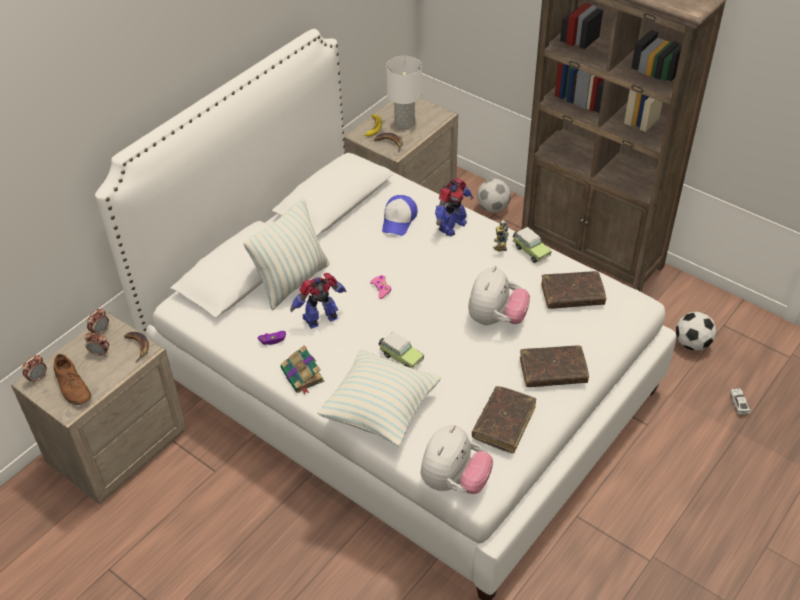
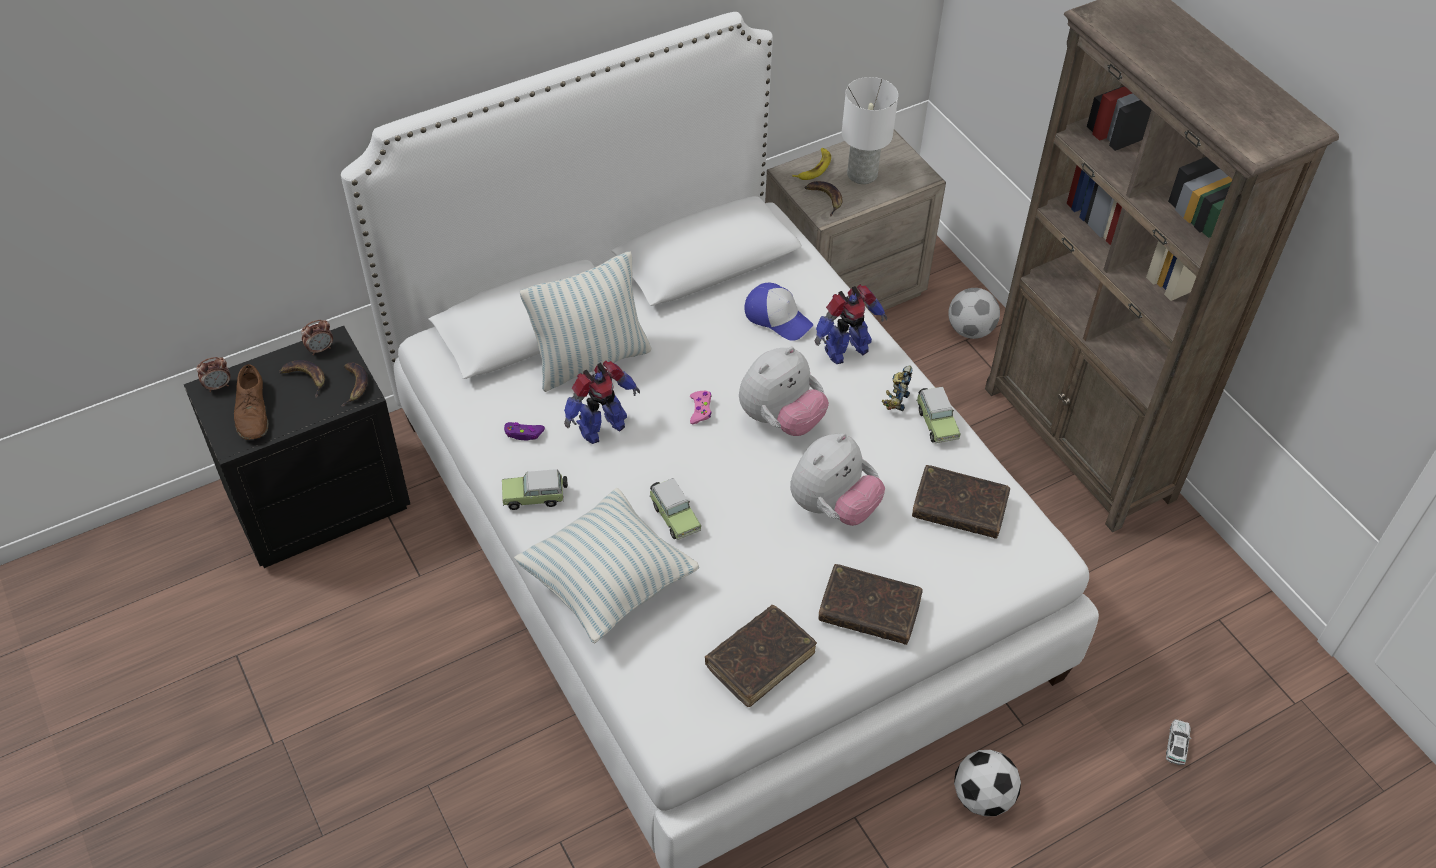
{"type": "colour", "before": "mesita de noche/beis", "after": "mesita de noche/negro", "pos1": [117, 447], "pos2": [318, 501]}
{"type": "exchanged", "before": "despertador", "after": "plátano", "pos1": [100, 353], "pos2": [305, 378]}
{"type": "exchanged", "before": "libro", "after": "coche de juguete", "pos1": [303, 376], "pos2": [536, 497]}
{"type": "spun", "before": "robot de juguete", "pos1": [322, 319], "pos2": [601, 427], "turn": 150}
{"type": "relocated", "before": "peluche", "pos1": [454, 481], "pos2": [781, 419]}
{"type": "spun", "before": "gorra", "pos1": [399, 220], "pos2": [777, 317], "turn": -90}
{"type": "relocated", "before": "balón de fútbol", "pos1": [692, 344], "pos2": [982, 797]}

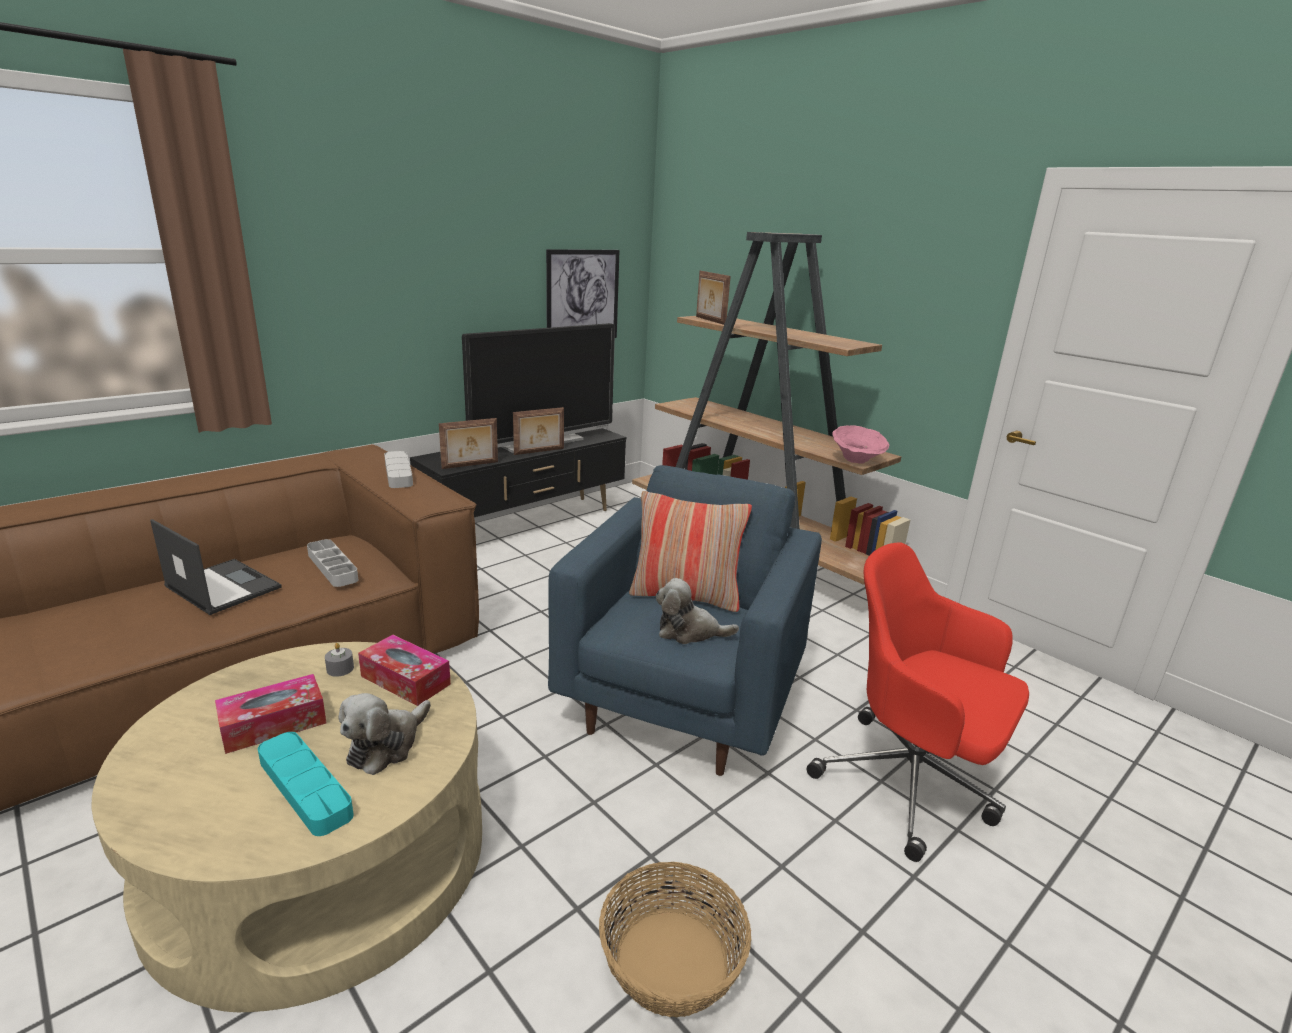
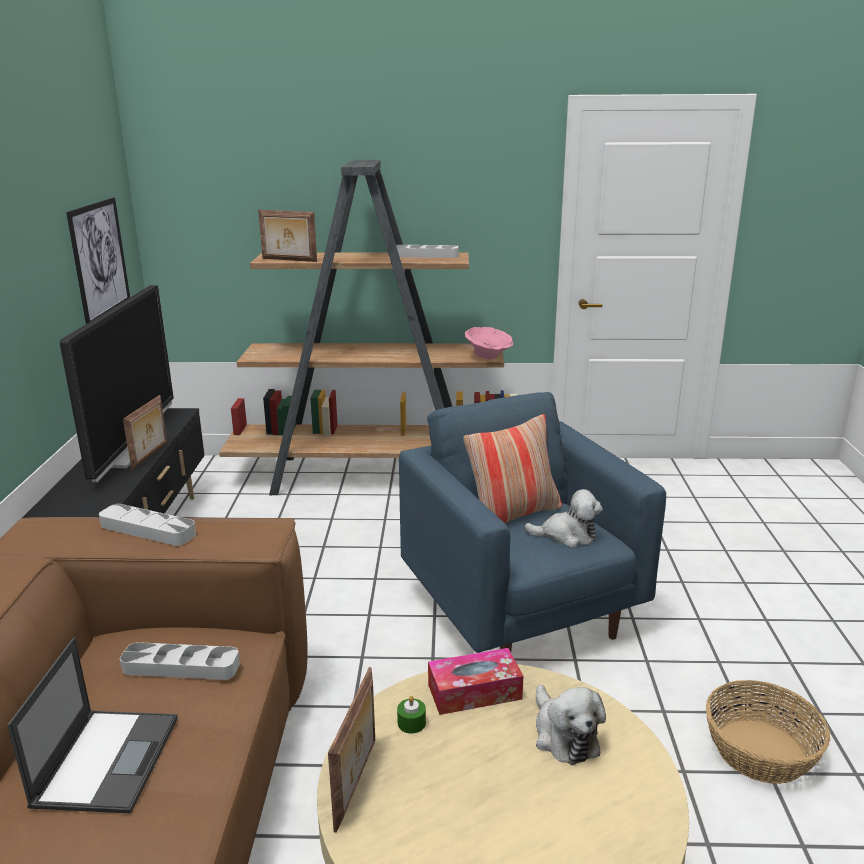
{"type": "spun", "before": "portátil", "pos1": [222, 586], "pos2": [107, 759], "turn": 105}
{"type": "relocated", "before": "portarretratos", "pos1": [470, 465], "pos2": [357, 783]}
{"type": "appeared", "after": "bandeja/gris", "pos2": [424, 255]}
{"type": "colour", "before": "vela/gris", "after": "vela/verde", "pos1": [340, 669], "pos2": [411, 723]}
{"type": "spun", "before": "peluche", "pos1": [689, 631], "pos2": [567, 535], "turn": -135}
{"type": "missing", "before": "caja de pañuelos", "pos1": [273, 724]}
{"type": "missing", "before": "bandeja/turquesa", "pos1": [305, 787]}
{"type": "missing", "before": "silla de oficina/rojo", "pos1": [910, 783]}

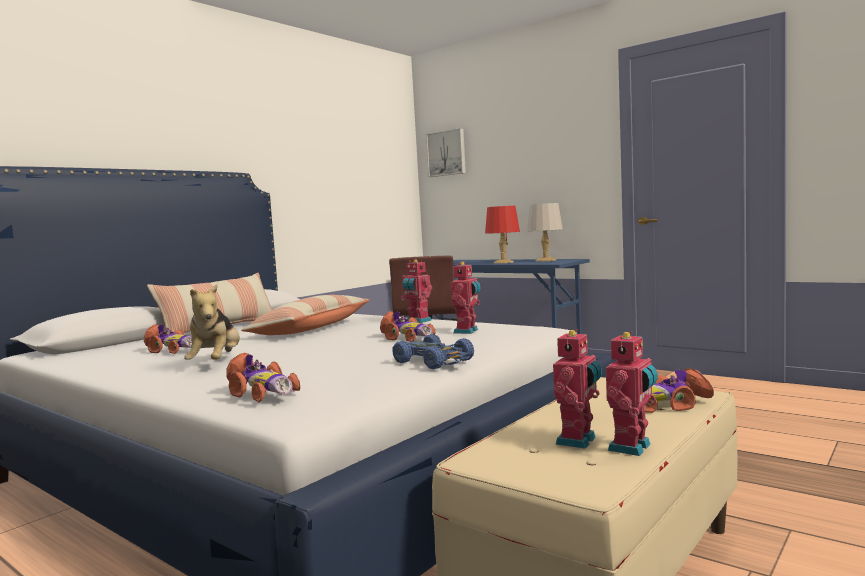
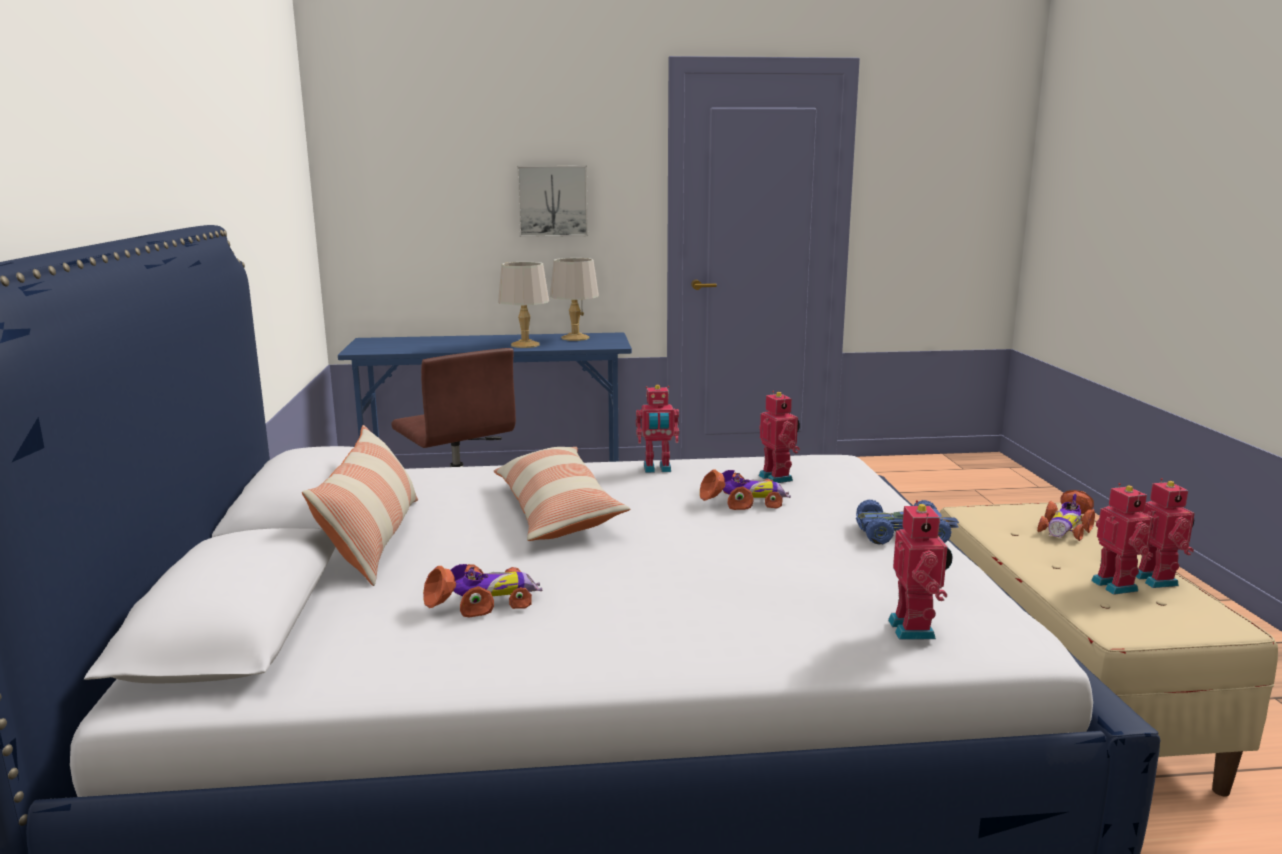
{"type": "colour", "before": "lámpara de mesa/rojo", "after": "lámpara de mesa/gris", "pos1": [503, 262], "pos2": [524, 345]}
{"type": "relocated", "before": "cuadro", "pos1": [447, 153], "pos2": [552, 201]}
{"type": "exchanged", "before": "coche de juguete", "after": "robot de juguete", "pos1": [261, 392], "pos2": [915, 629]}
{"type": "missing", "before": "peluche", "pos1": [216, 363]}

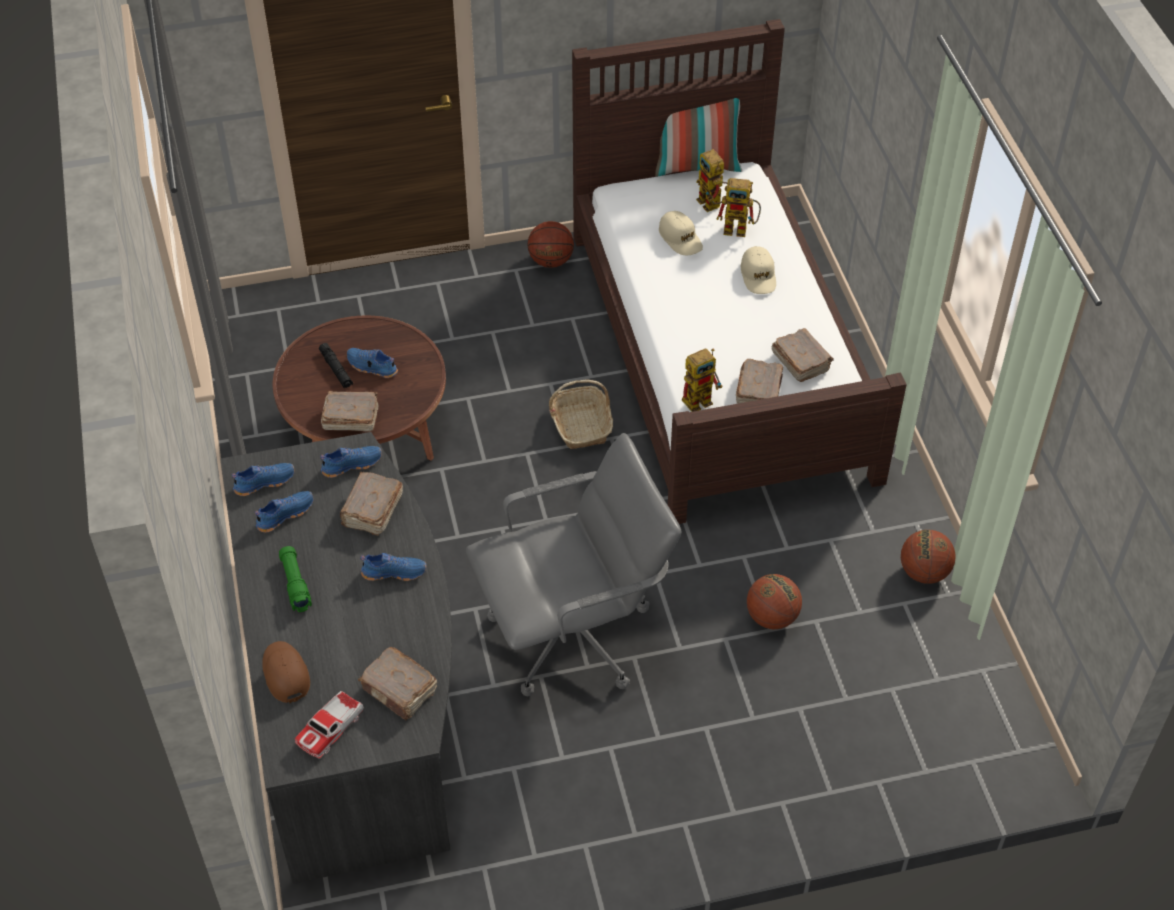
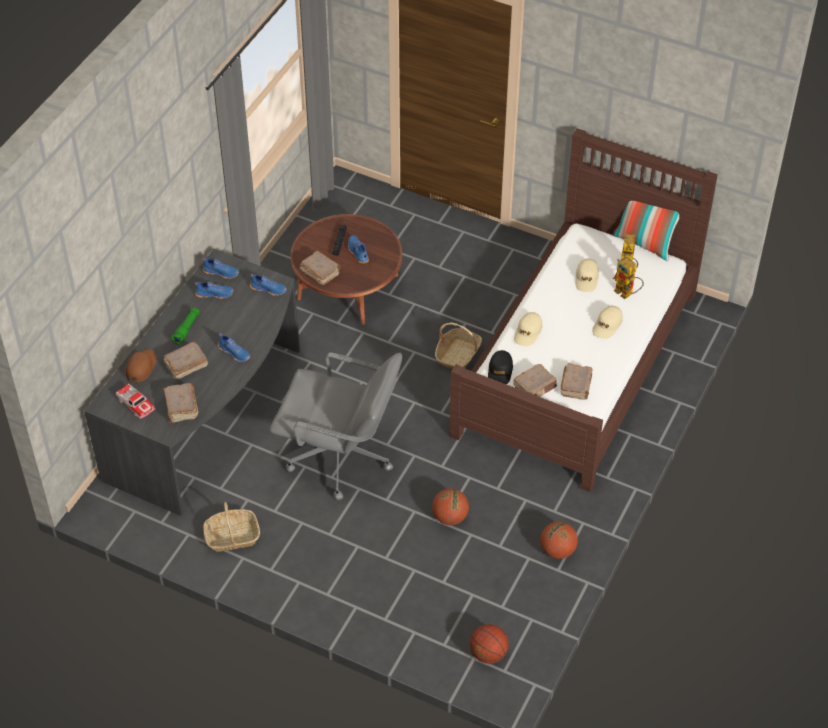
{"type": "spun", "before": "coche de juguete", "pos1": [330, 728], "pos2": [135, 404], "turn": -120}
{"type": "relocated", "before": "libro/marrón", "pos1": [372, 511], "pos2": [185, 366]}
{"type": "appeared", "after": "cesta", "pos2": [232, 537]}
{"type": "relocated", "before": "balón de baloncesto", "pos1": [550, 261], "pos2": [488, 654]}
{"type": "exchanged", "before": "robot de juguete", "after": "gorra/negro", "pos1": [701, 399], "pos2": [500, 371]}
{"type": "appeared", "after": "gorra/beis", "pos2": [528, 332]}

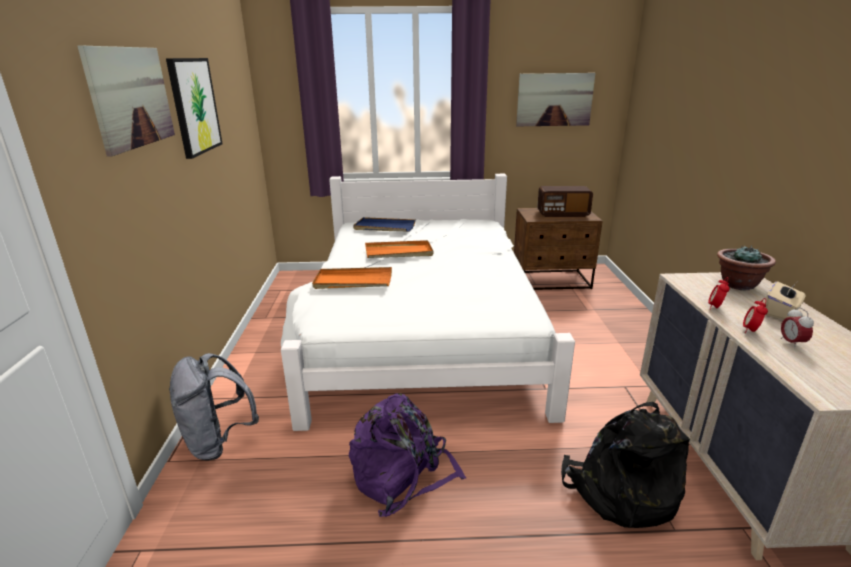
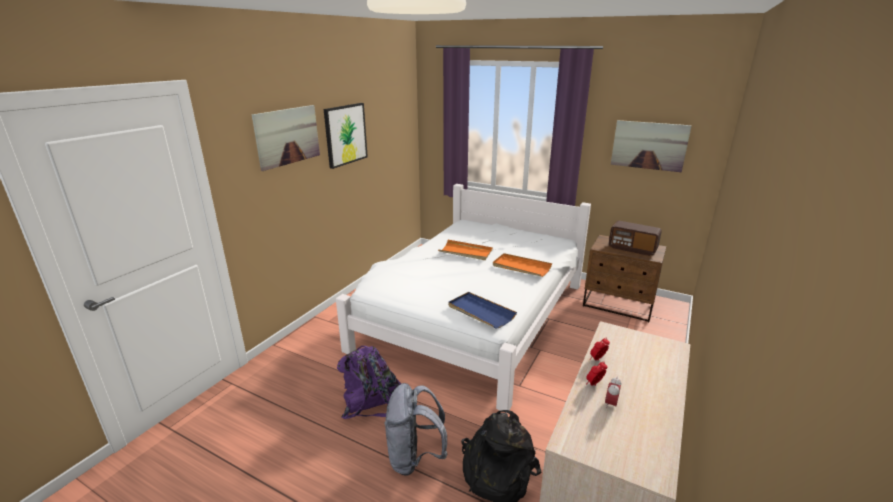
{"type": "relocated", "before": "mochila/gris", "pos1": [218, 442], "pos2": [414, 458]}
{"type": "relocated", "before": "bandeja/azul", "pos1": [384, 227], "pos2": [480, 312]}
{"type": "relocated", "before": "bandeja/naranja", "pos1": [353, 281], "pos2": [521, 267]}
{"type": "missing", "before": "planta en maceta", "pos1": [738, 285]}
{"type": "missing", "before": "caja de pañuelos/beis", "pos1": [781, 312]}

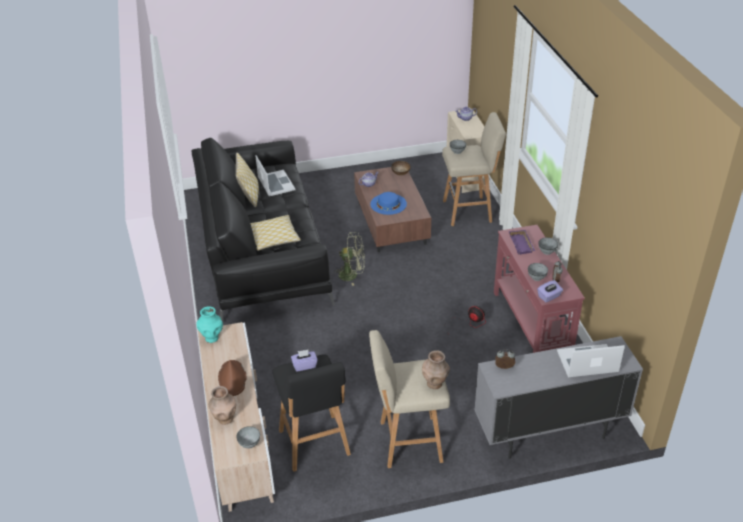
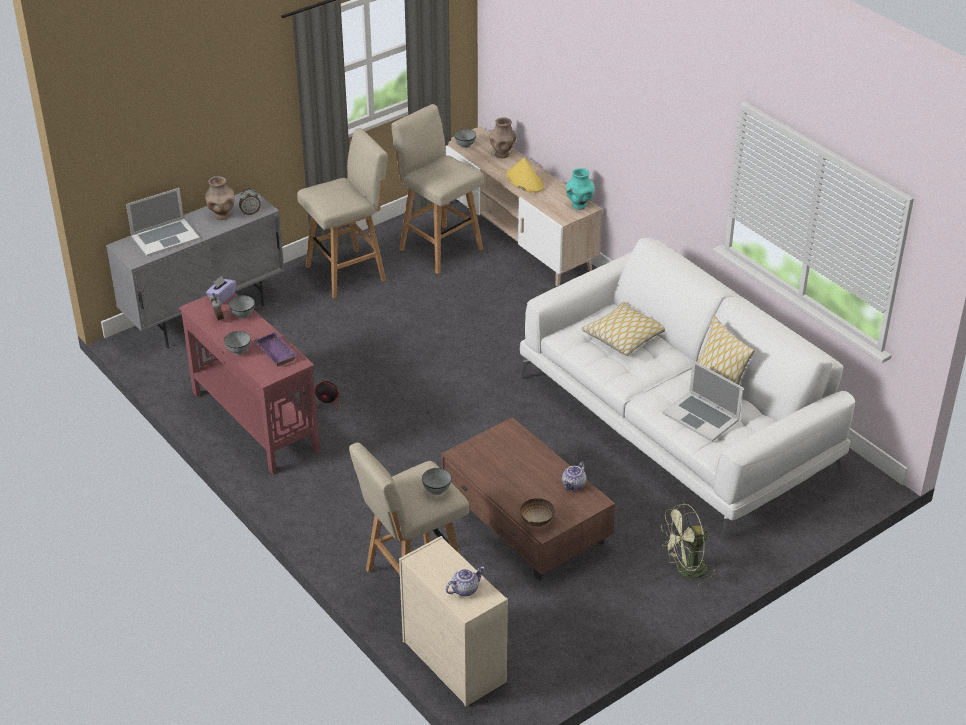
{"type": "relocated", "before": "florero/marrón", "pos1": [435, 384], "pos2": [222, 215]}
{"type": "colour", "before": "taburete/negro", "after": "taburete/beis", "pos1": [315, 444], "pos2": [439, 248]}
{"type": "colour", "before": "sombrero/marrón", "after": "sombrero/amarillo", "pos1": [232, 378], "pos2": [524, 181]}
{"type": "colour", "before": "sofá/negro", "after": "sofá/blanco", "pos1": [262, 249], "pos2": [677, 423]}
{"type": "relocated", "before": "ventilador/verde", "pos1": [352, 275], "pos2": [685, 571]}
{"type": "missing", "before": "caja de pañuelos/morado", "pos1": [304, 365]}
{"type": "missing", "before": "sombrero/azul", "pos1": [388, 204]}

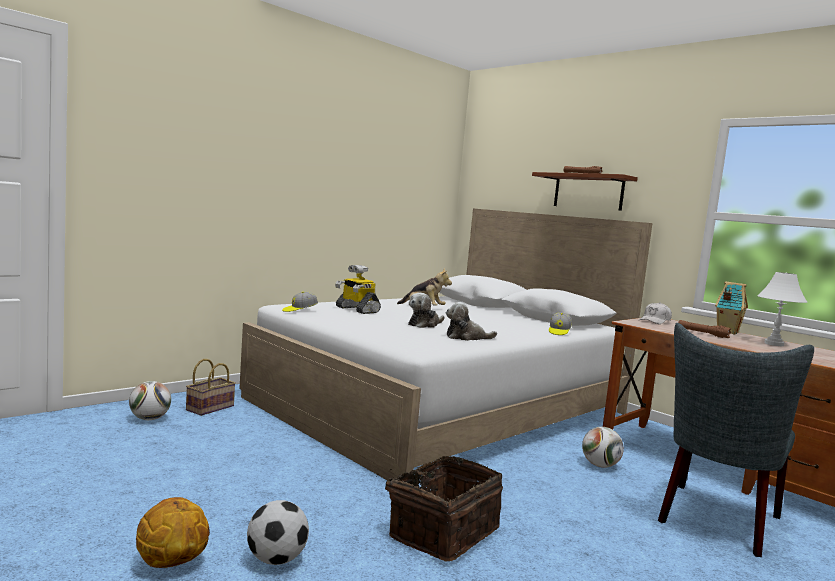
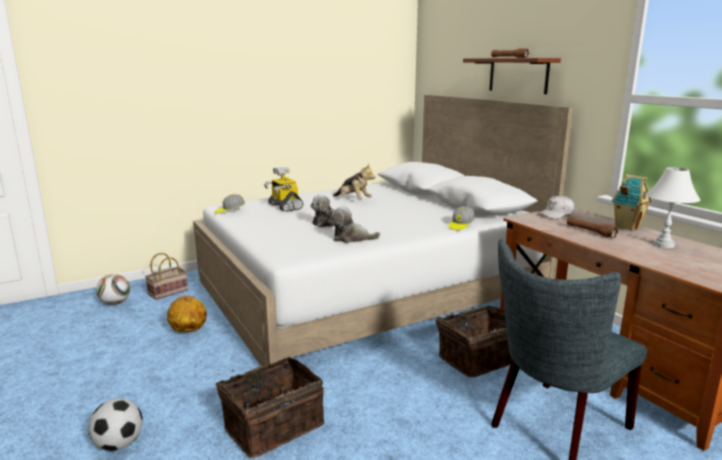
{"type": "relocated", "before": "balón de baloncesto", "pos1": [171, 563], "pos2": [188, 330]}
{"type": "exchanged", "before": "balón de fútbol", "after": "cesta", "pos1": [600, 465], "pos2": [477, 358]}

